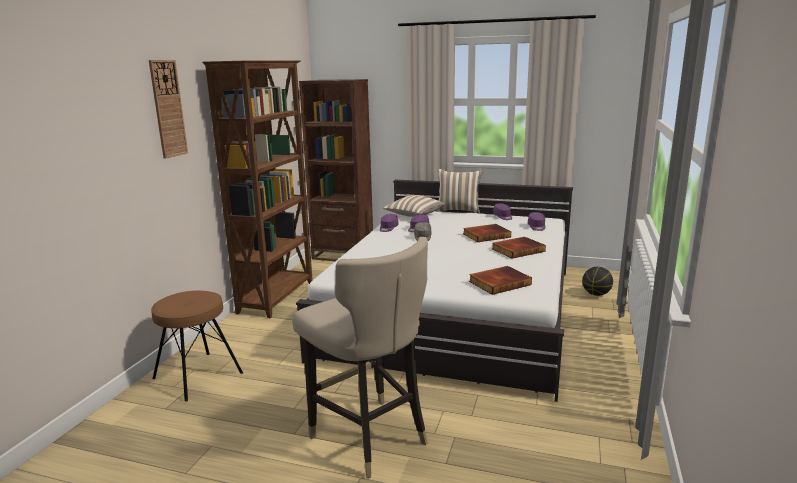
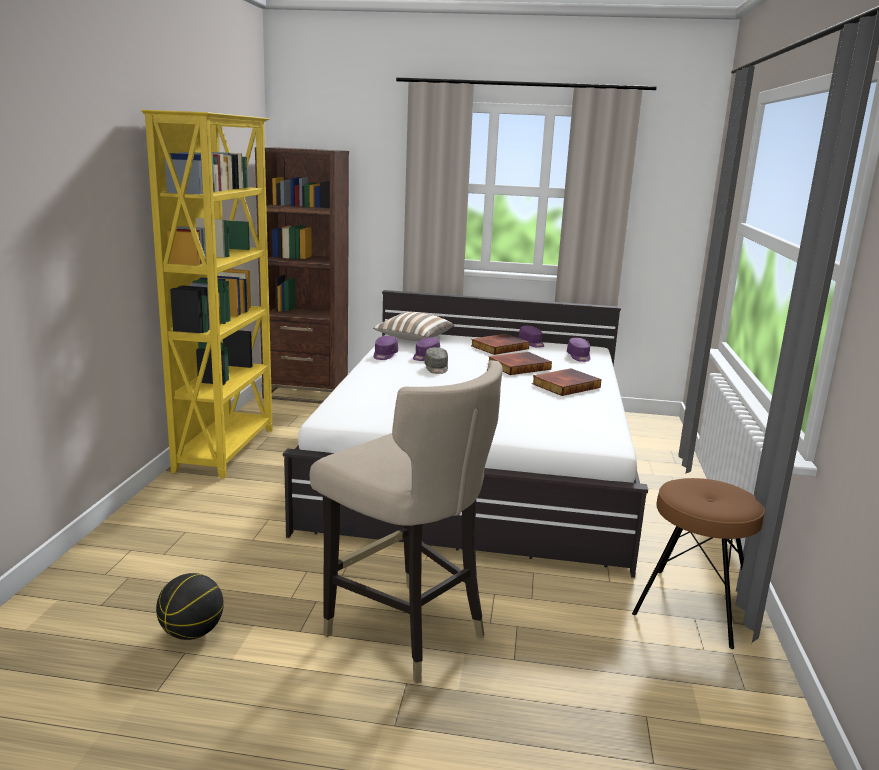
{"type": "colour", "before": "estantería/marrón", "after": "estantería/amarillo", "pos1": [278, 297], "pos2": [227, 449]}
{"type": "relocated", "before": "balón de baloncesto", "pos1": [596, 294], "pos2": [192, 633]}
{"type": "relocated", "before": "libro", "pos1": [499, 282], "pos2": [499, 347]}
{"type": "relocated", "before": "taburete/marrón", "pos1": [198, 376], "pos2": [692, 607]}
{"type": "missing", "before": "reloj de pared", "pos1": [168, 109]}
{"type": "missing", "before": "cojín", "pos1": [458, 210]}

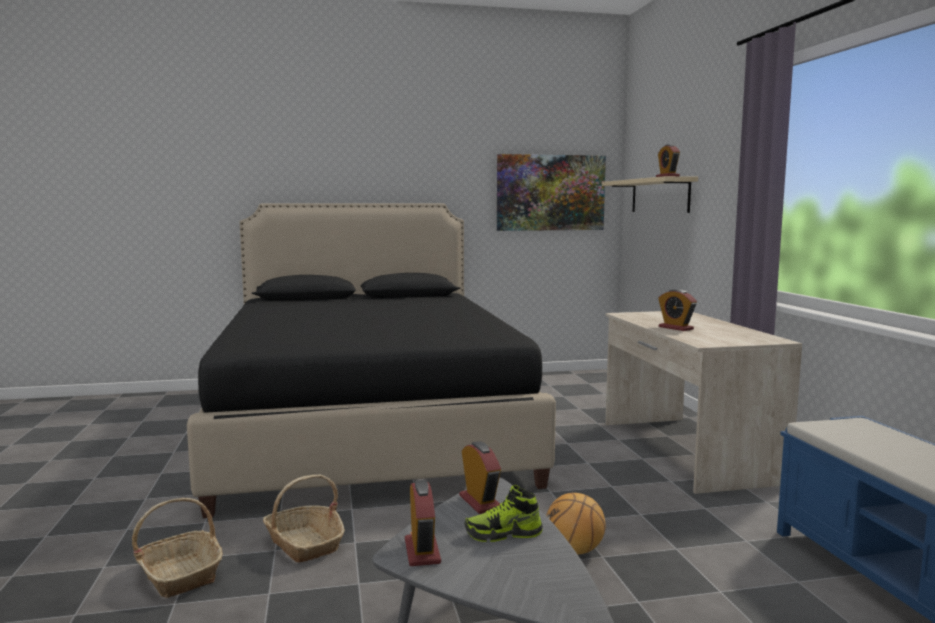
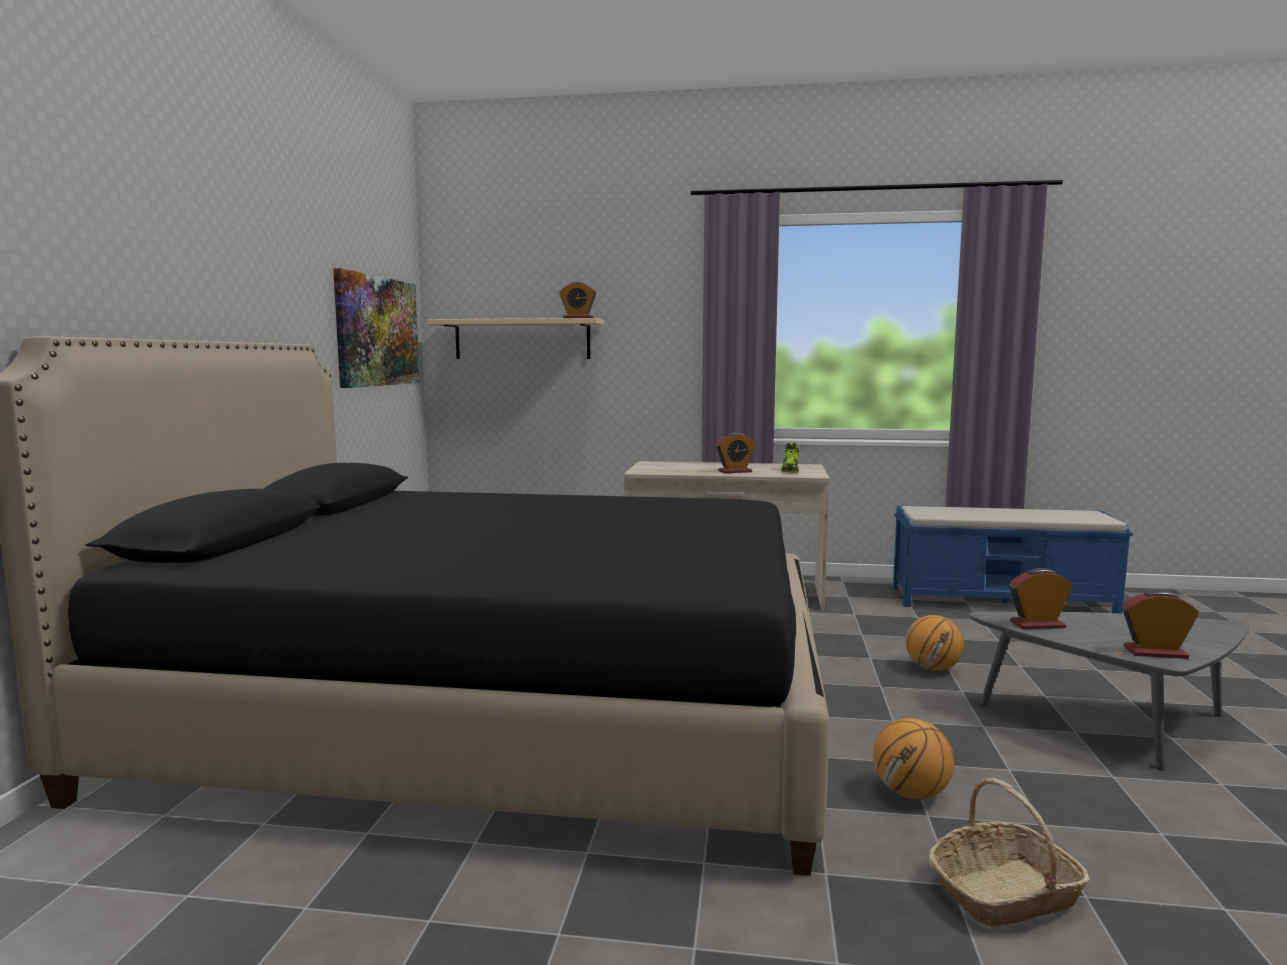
{"type": "relocated", "before": "zapato", "pos1": [503, 534], "pos2": [790, 470]}
{"type": "exchanged", "before": "cesta", "after": "balón de baloncesto", "pos1": [304, 544], "pos2": [911, 794]}

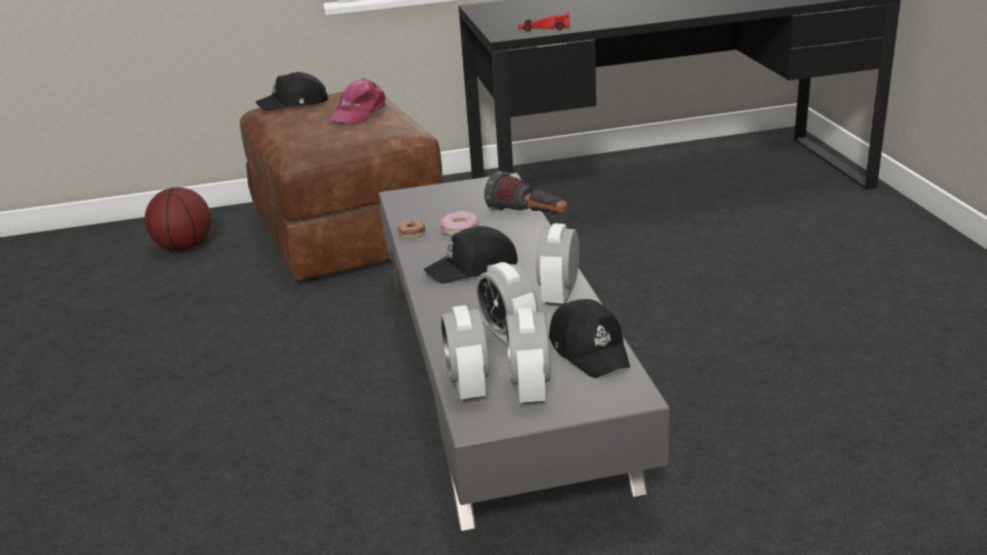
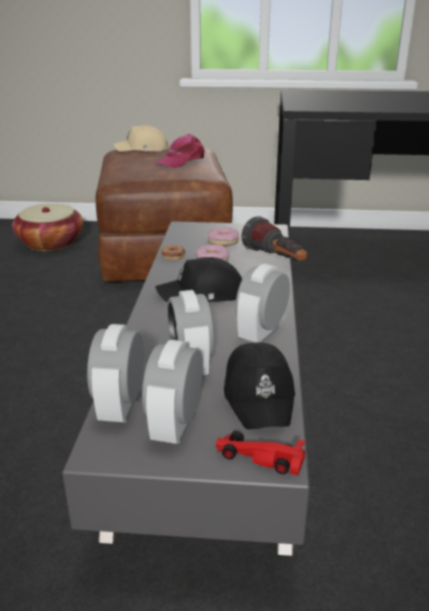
{"type": "exchanged", "before": "balón de baloncesto", "after": "cesta", "pos1": [185, 246], "pos2": [51, 243]}
{"type": "colour", "before": "gorra/negro", "after": "gorra/beis", "pos1": [294, 103], "pos2": [142, 149]}
{"type": "appeared", "after": "rosquilla", "pos2": [223, 241]}
{"type": "relocated", "before": "coche de juguete/rojo", "pos1": [543, 28], "pos2": [258, 457]}

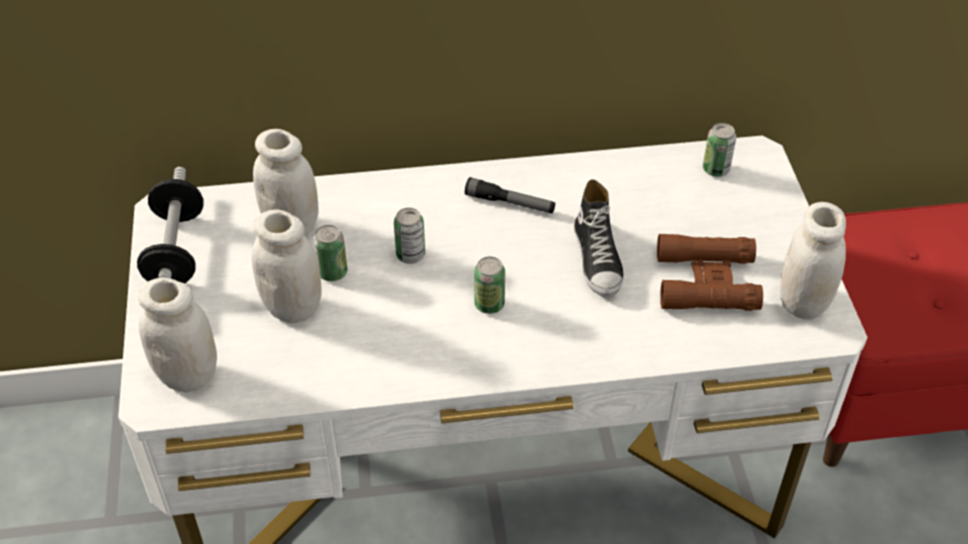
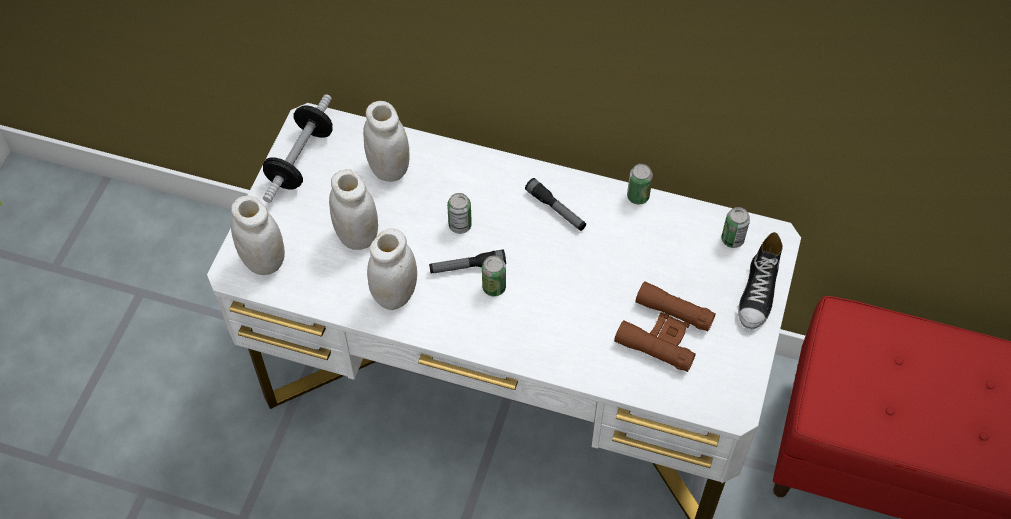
{"type": "relocated", "before": "tarro/blanco", "pos1": [803, 302], "pos2": [395, 295]}
{"type": "appeared", "after": "linterna", "pos2": [467, 267]}
{"type": "relocated", "before": "lata", "pos1": [332, 272], "pos2": [638, 196]}
{"type": "relocated", "before": "zapato", "pos1": [598, 259], "pos2": [758, 293]}

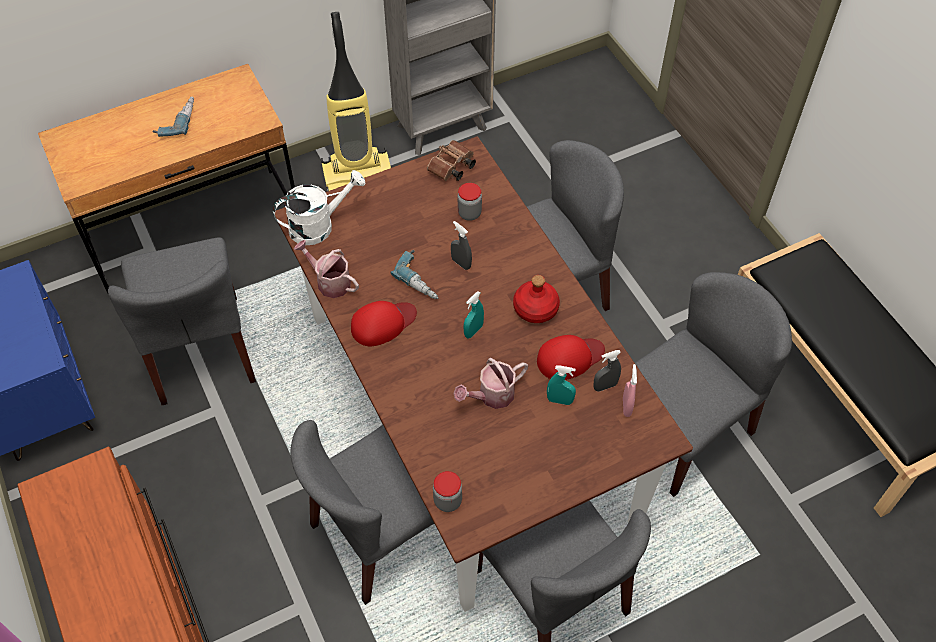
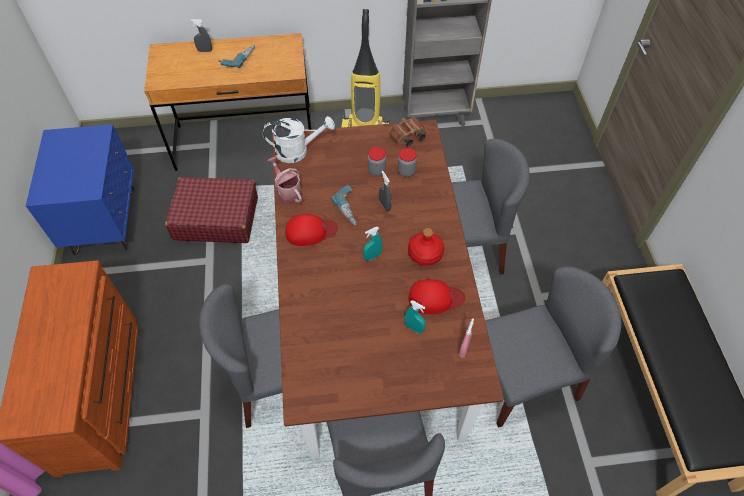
{"type": "exchanged", "before": "silla/gris", "after": "maleta/rojo", "pos1": [201, 350], "pos2": [215, 218]}
{"type": "relocated", "before": "pulverizador/gris", "pos1": [605, 386], "pos2": [205, 51]}
{"type": "relocated", "before": "tarro", "pos1": [447, 501], "pos2": [376, 170]}
{"type": "missing", "before": "regadera", "pos1": [491, 396]}

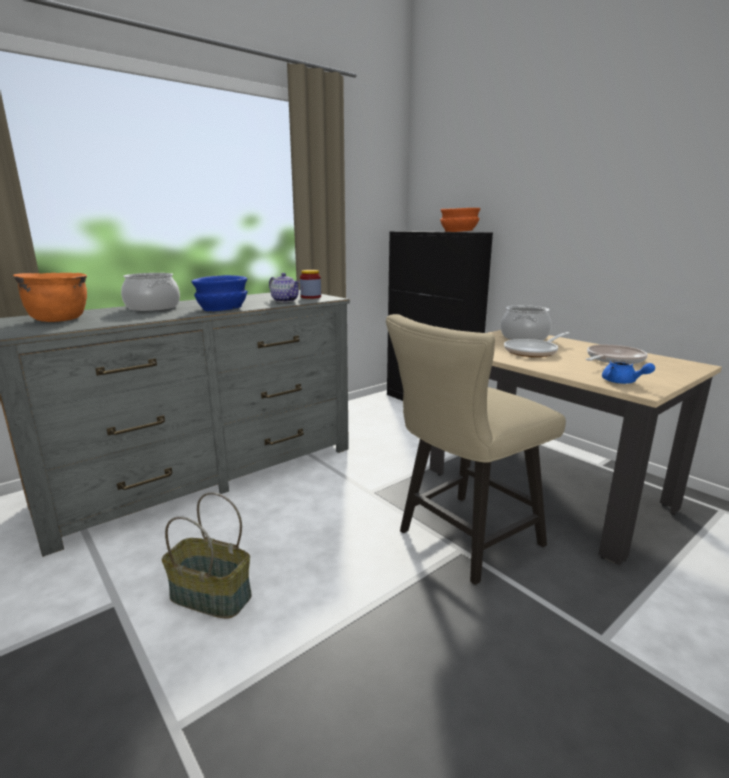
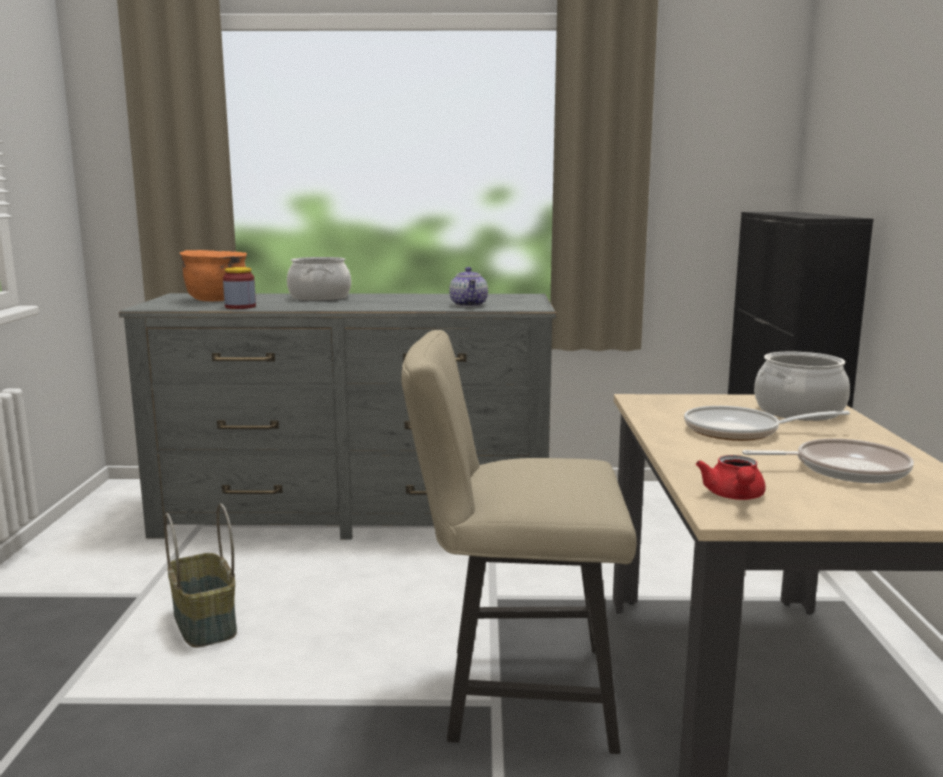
{"type": "relocated", "before": "tarro", "pos1": [311, 297], "pos2": [240, 307]}
{"type": "colour", "before": "tetera/azul", "after": "tetera/rojo", "pos1": [622, 382], "pos2": [734, 496]}
{"type": "missing", "before": "cuenco/azul", "pos1": [222, 309]}
{"type": "missing", "before": "cuenco/naranja", "pos1": [459, 231]}

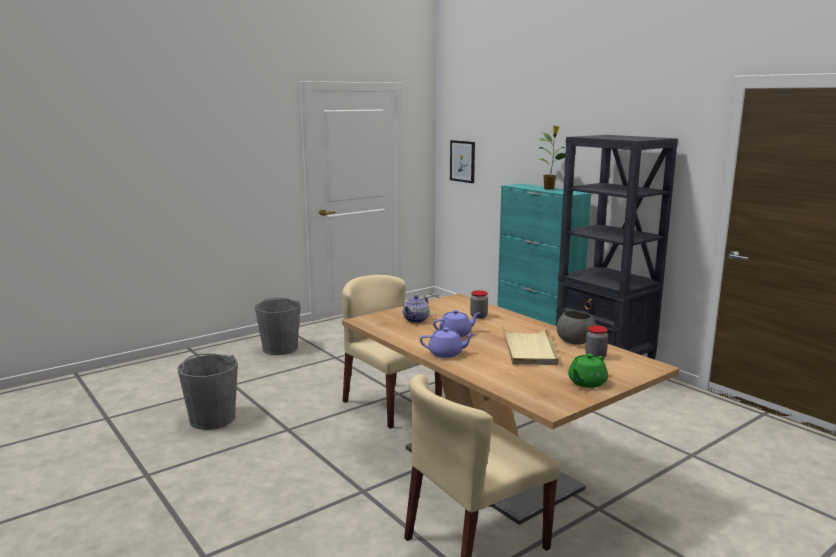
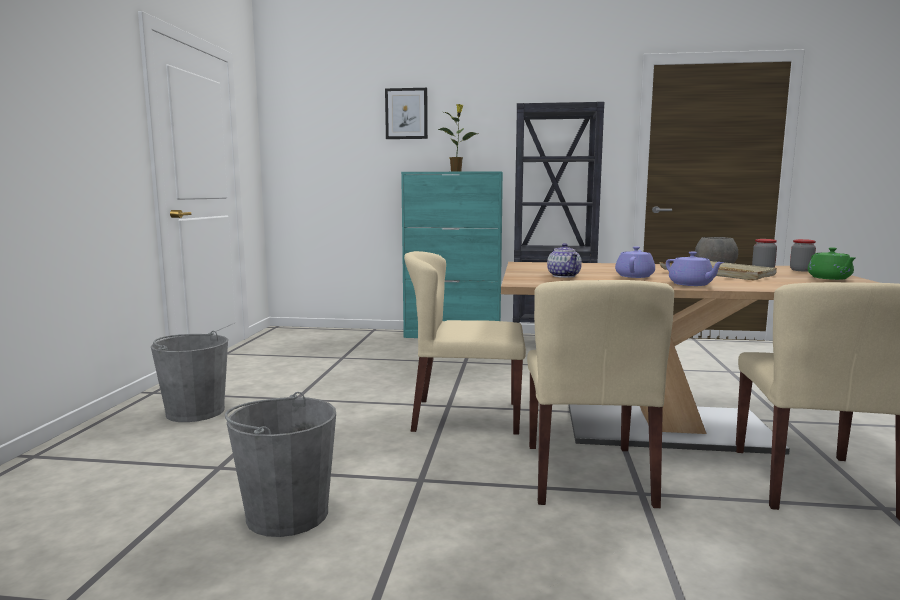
{"type": "relocated", "before": "cuadro", "pos1": [462, 161], "pos2": [406, 113]}
{"type": "appeared", "after": "silla/beis", "pos2": [587, 474]}
{"type": "spun", "before": "tetera/morado", "pos1": [446, 353], "pos2": [691, 284], "turn": 105}
{"type": "relocated", "before": "tarro", "pos1": [478, 316], "pos2": [801, 270]}

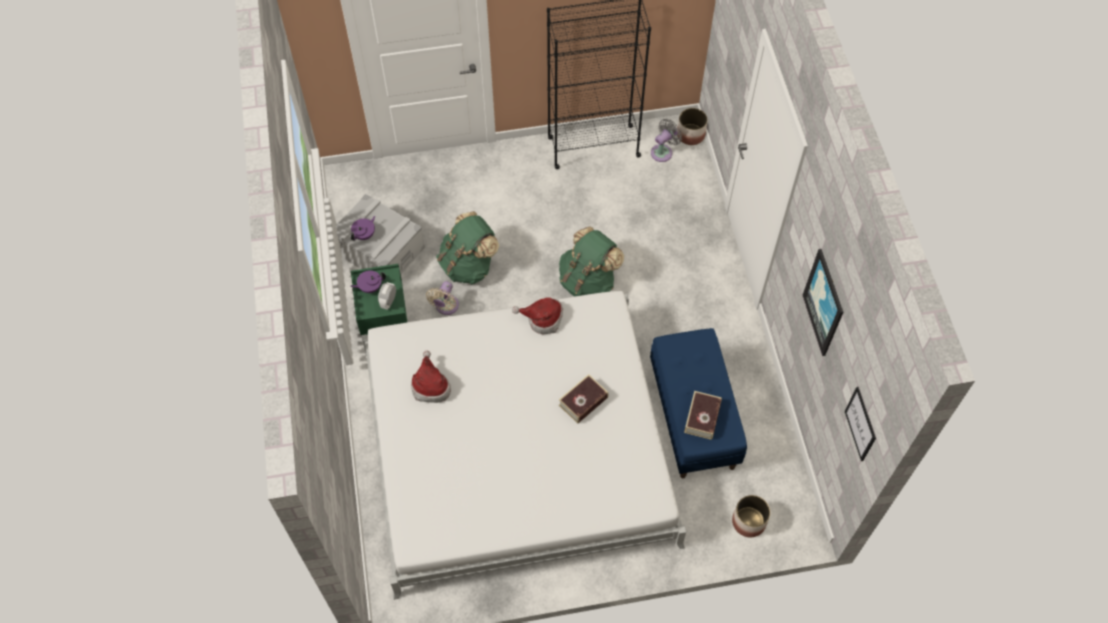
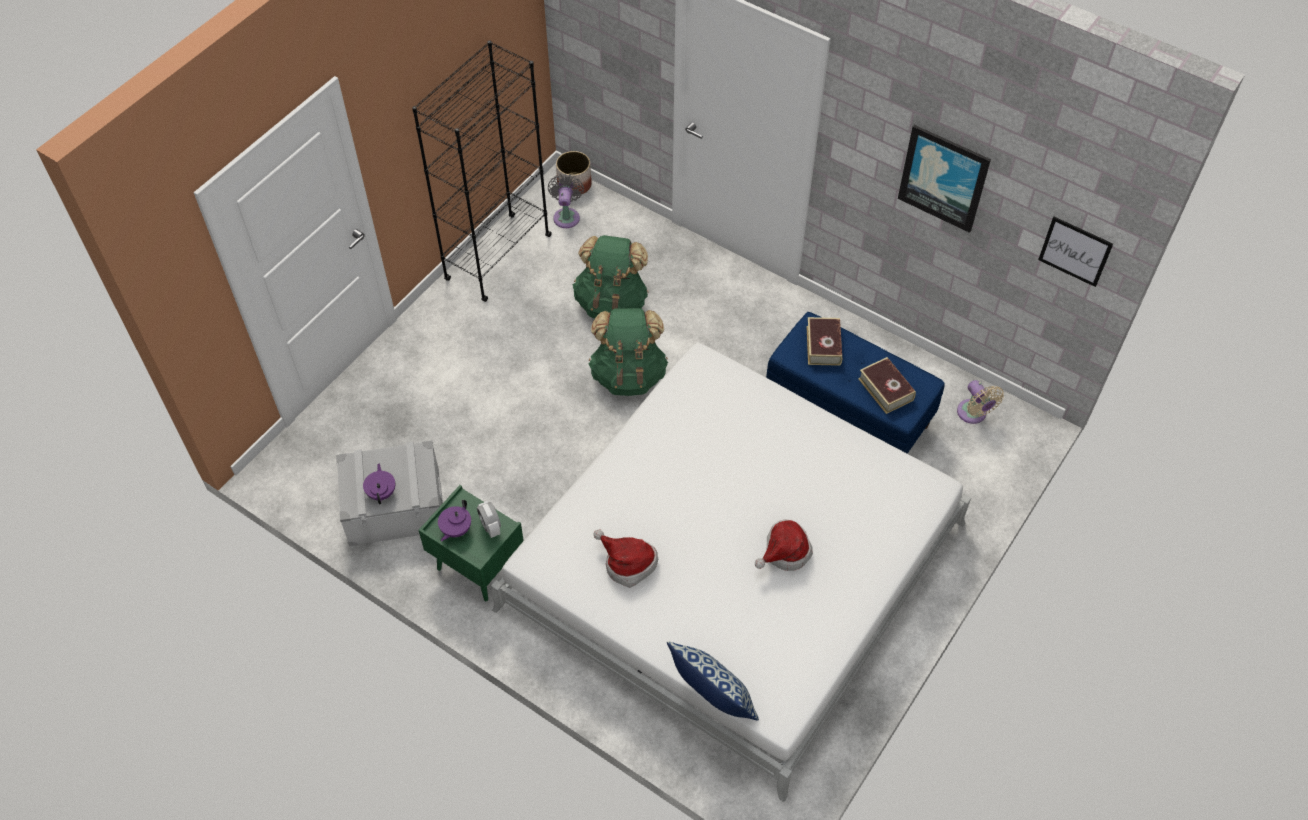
{"type": "relocated", "before": "mochila/verde", "pos1": [468, 265], "pos2": [611, 302]}
{"type": "appeared", "after": "cojín", "pos2": [712, 699]}
{"type": "relocated", "before": "sombrero", "pos1": [542, 319], "pos2": [784, 552]}
{"type": "relocated", "before": "libro", "pos1": [583, 401], "pos2": [823, 345]}
{"type": "relocated", "before": "ventilador/beis", "pos1": [446, 307], "pos2": [973, 414]}
{"type": "missing", "before": "maceta", "pos1": [748, 521]}

